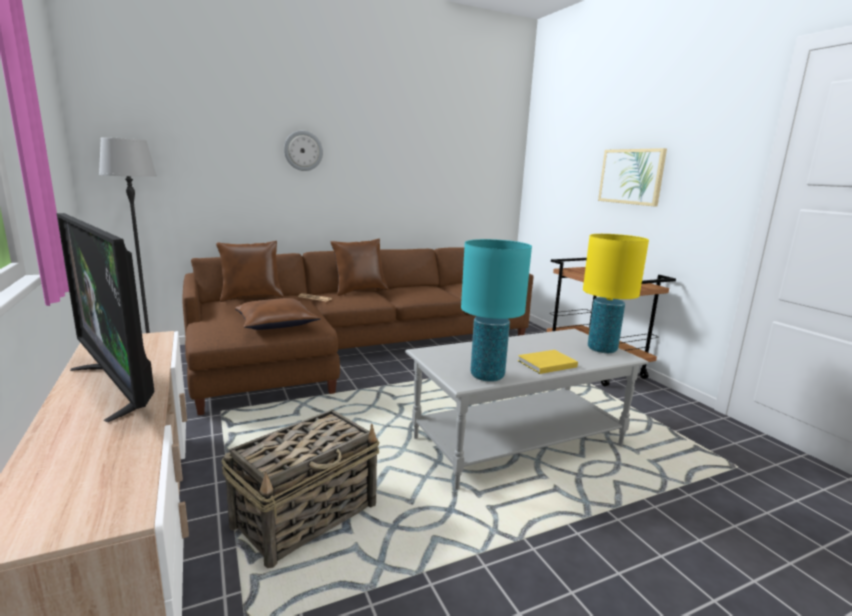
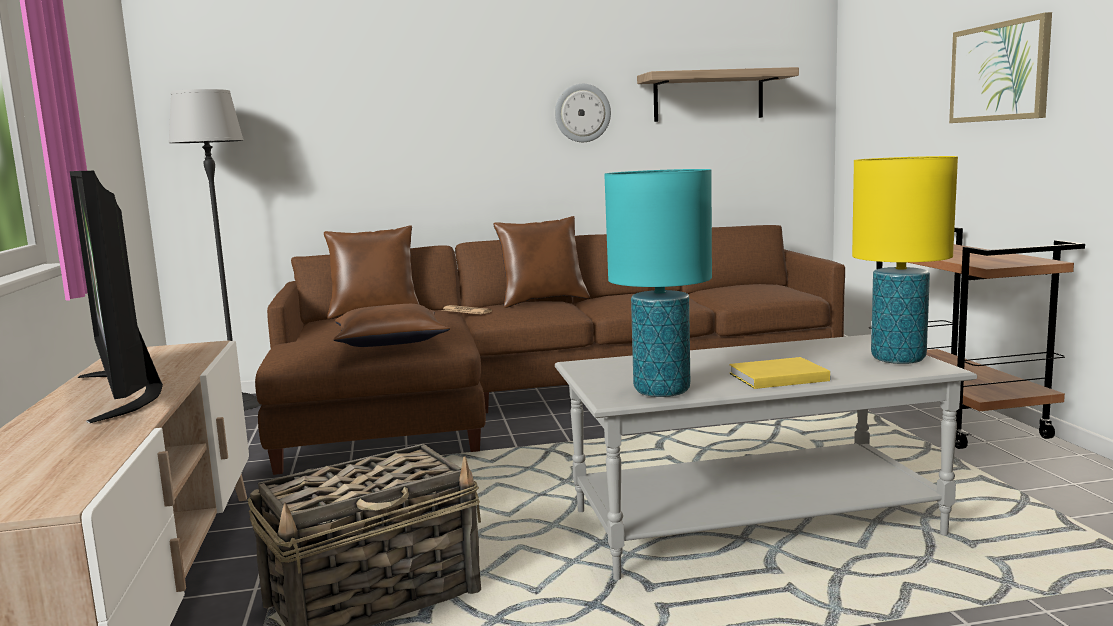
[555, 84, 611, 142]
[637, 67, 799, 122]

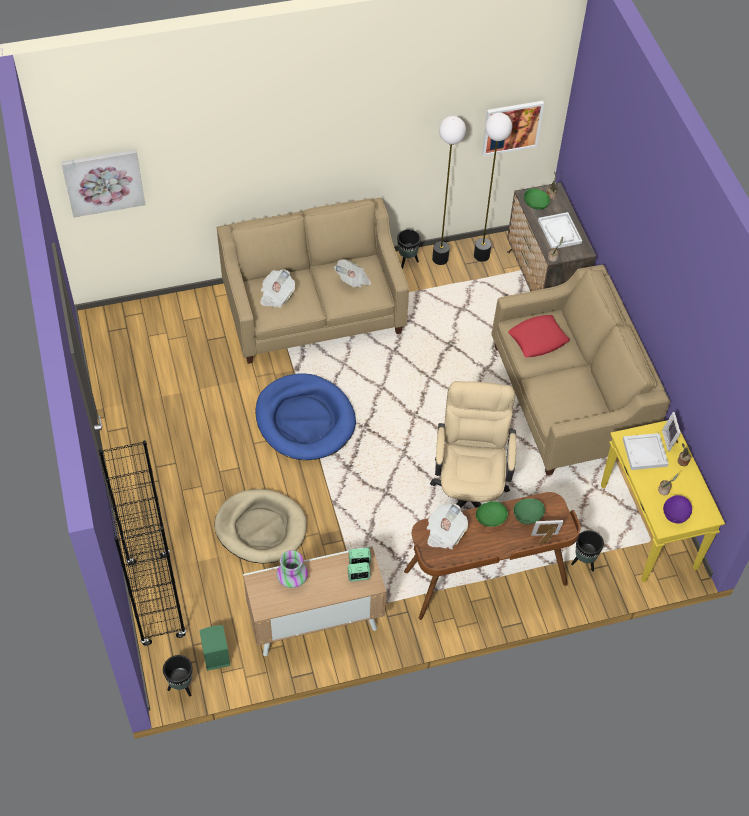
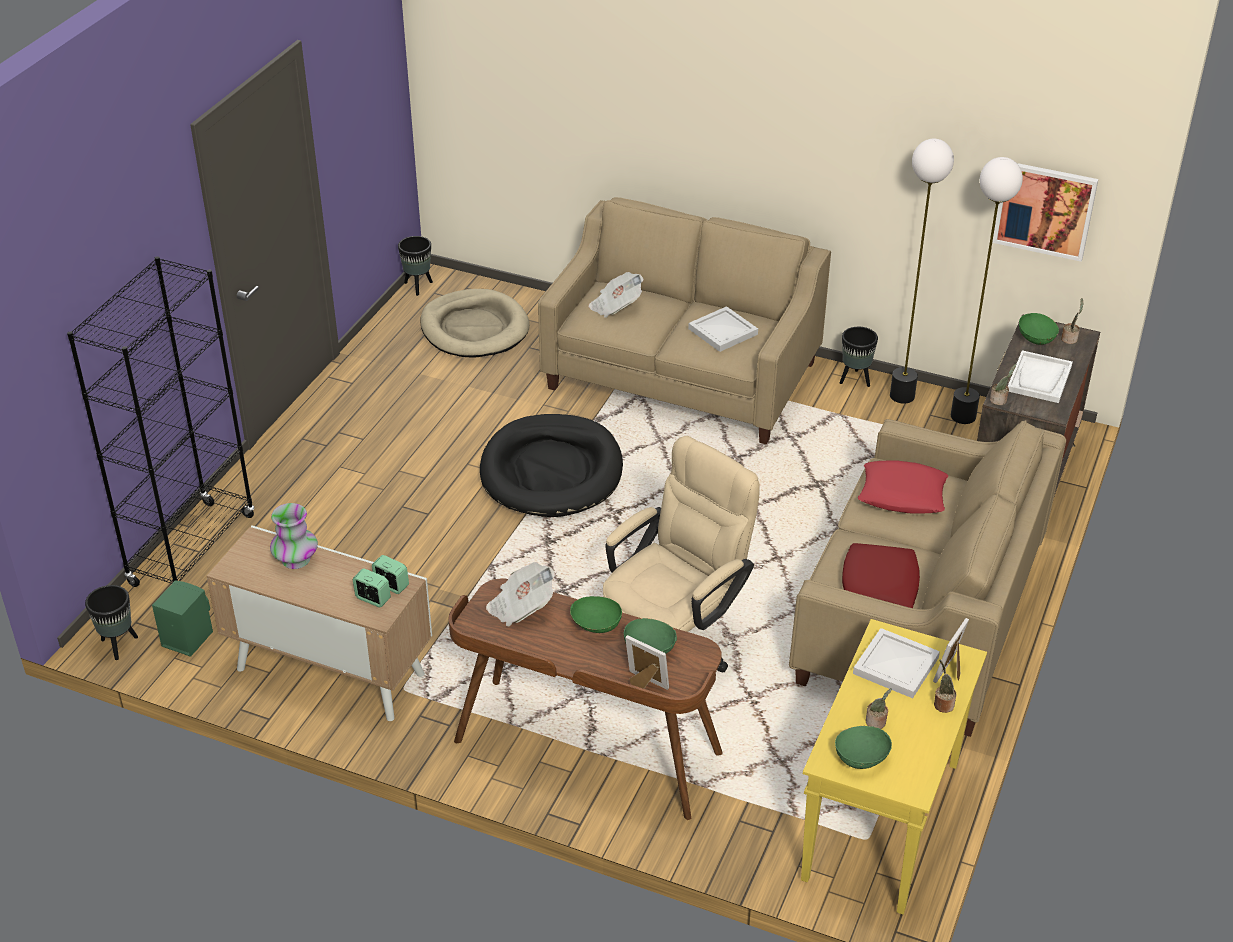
[61, 150, 146, 217] (first image)
[420, 289, 530, 358]
[480, 414, 623, 517]
[688, 306, 758, 352]
[398, 236, 433, 296]
[835, 726, 892, 769]
[842, 543, 920, 608]

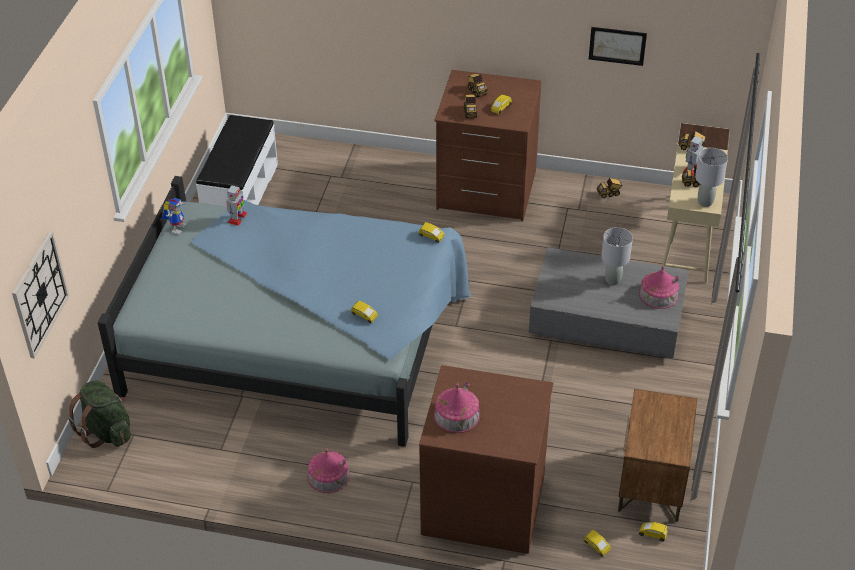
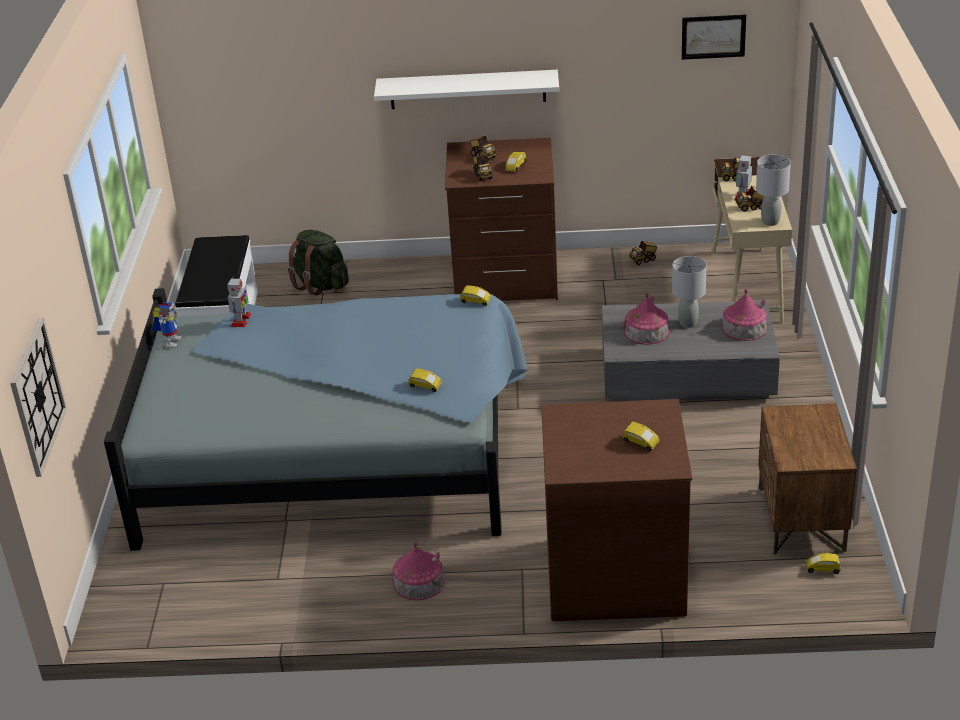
[287, 230, 349, 296]
[621, 293, 670, 345]
[622, 421, 660, 451]
[682, 14, 746, 60]
[374, 70, 559, 109]

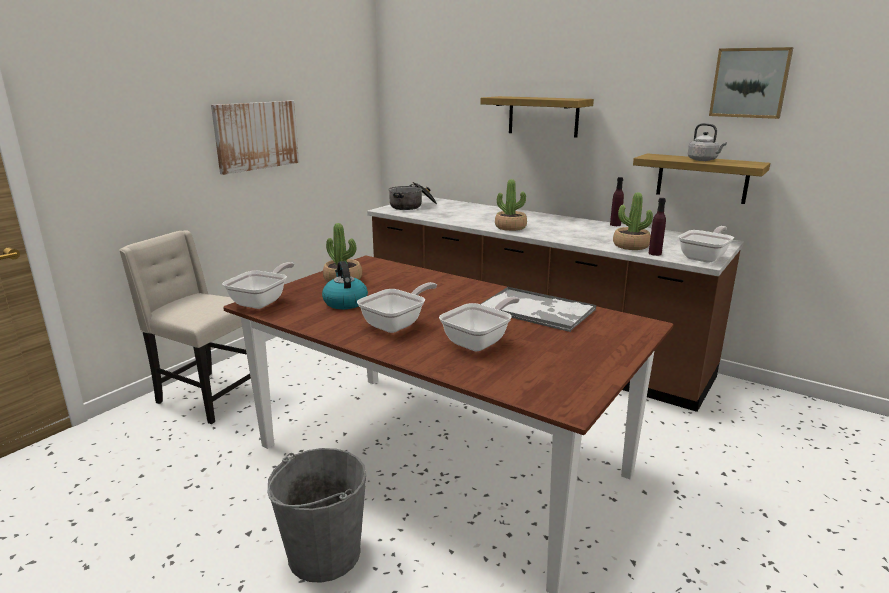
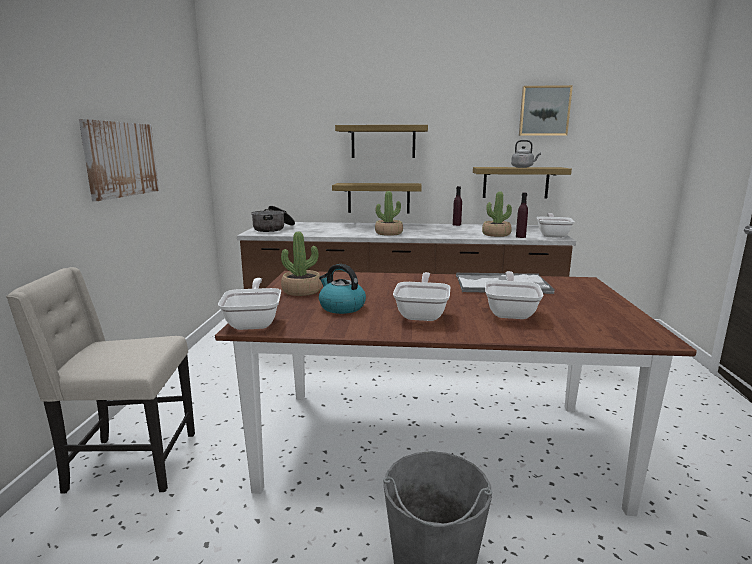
[332, 183, 422, 213]

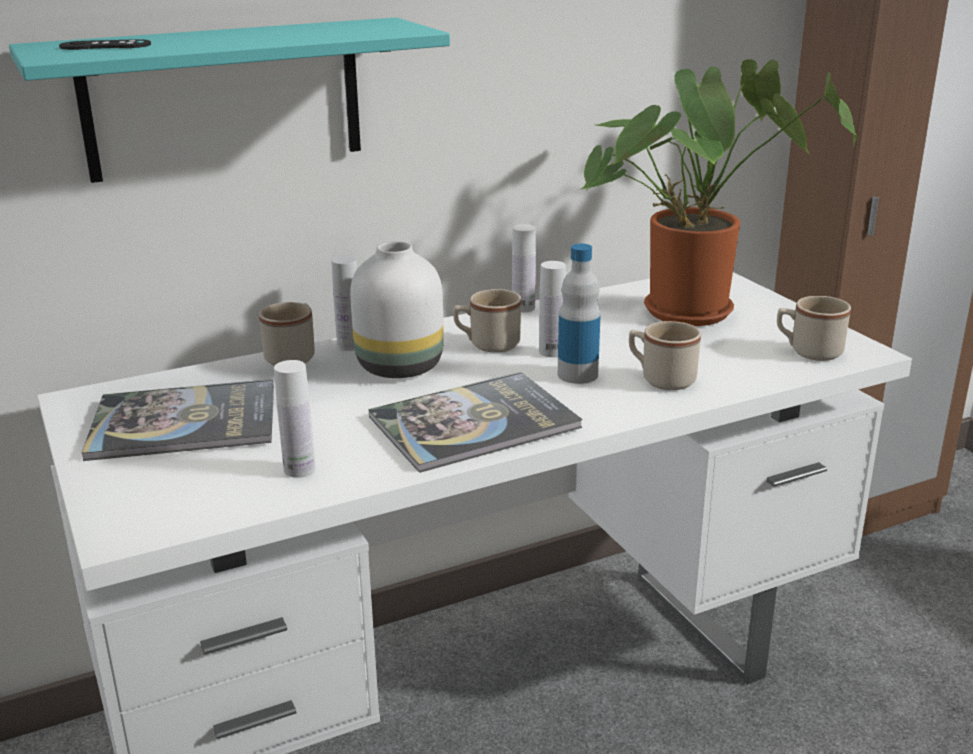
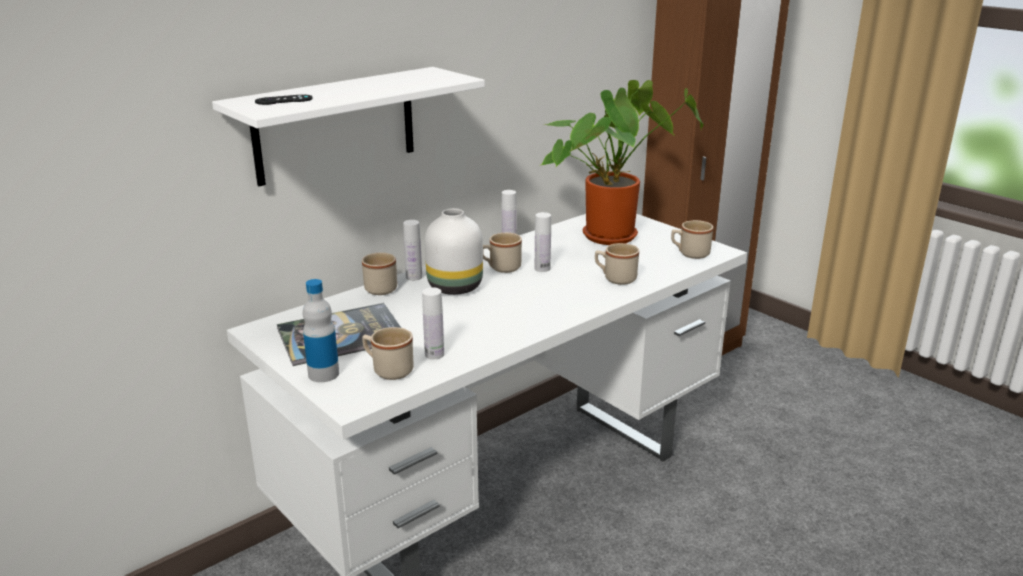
[212, 67, 485, 186]
[368, 372, 583, 473] (first image)
[303, 279, 339, 382]
[362, 327, 413, 380]

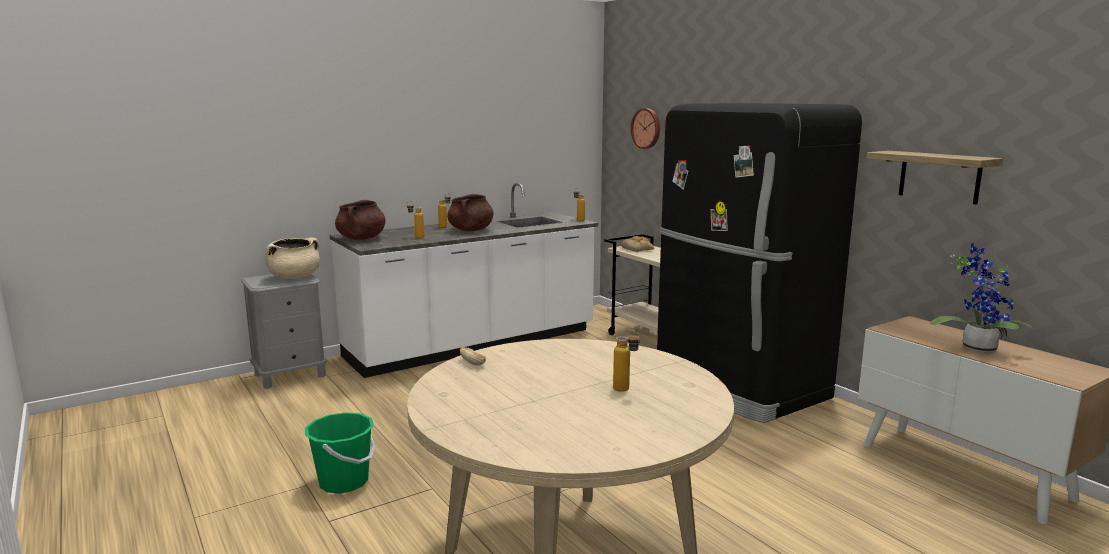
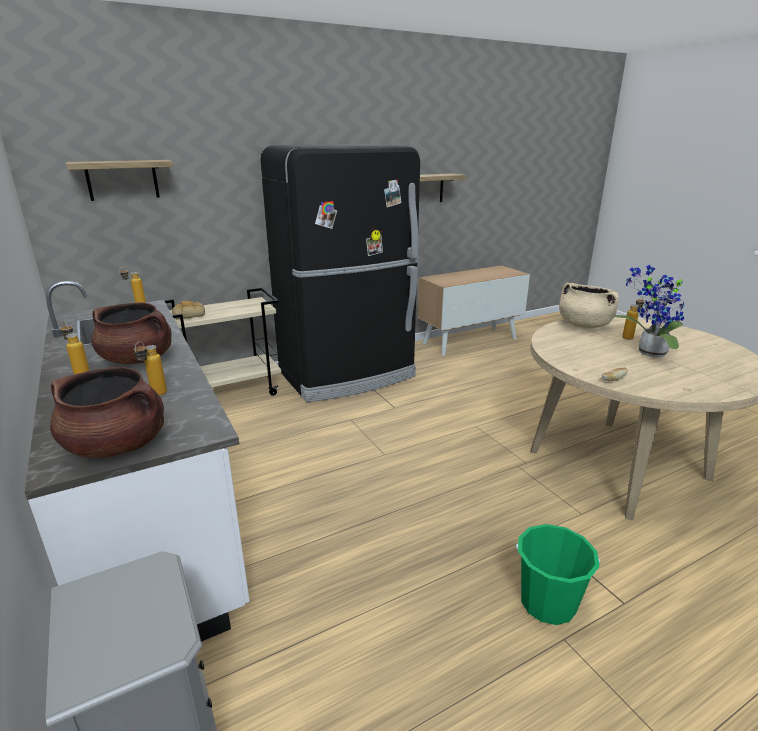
[559, 283, 619, 328]
[66, 160, 173, 201]
[613, 265, 685, 358]

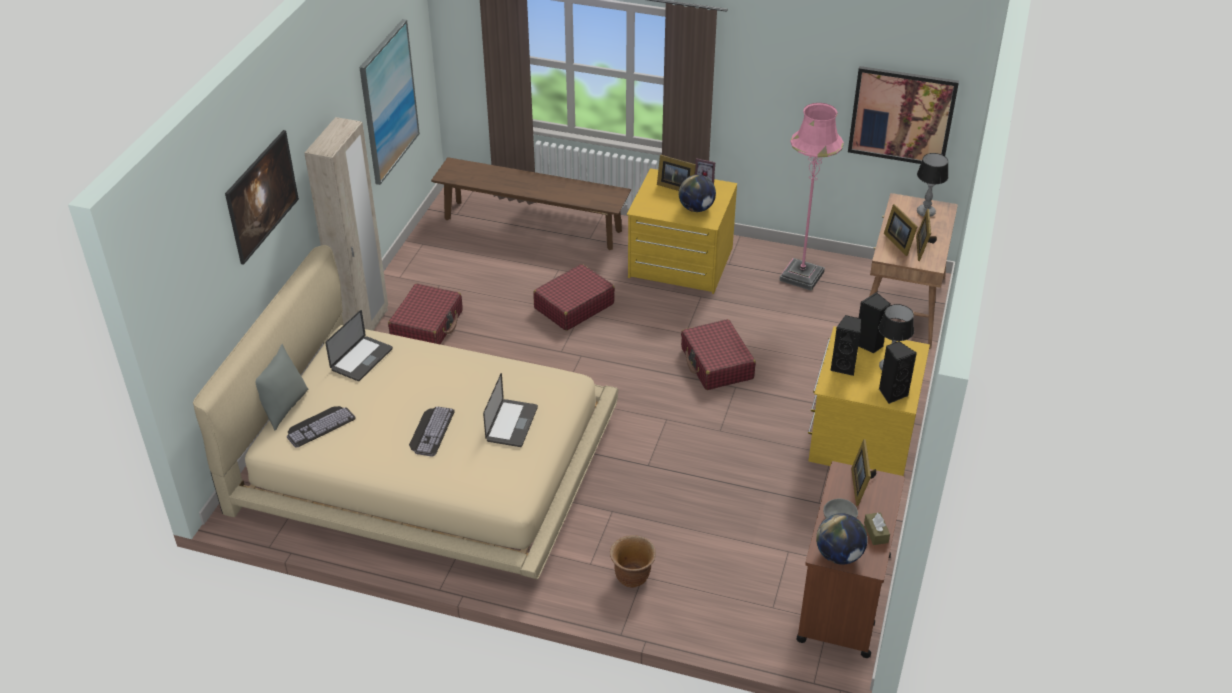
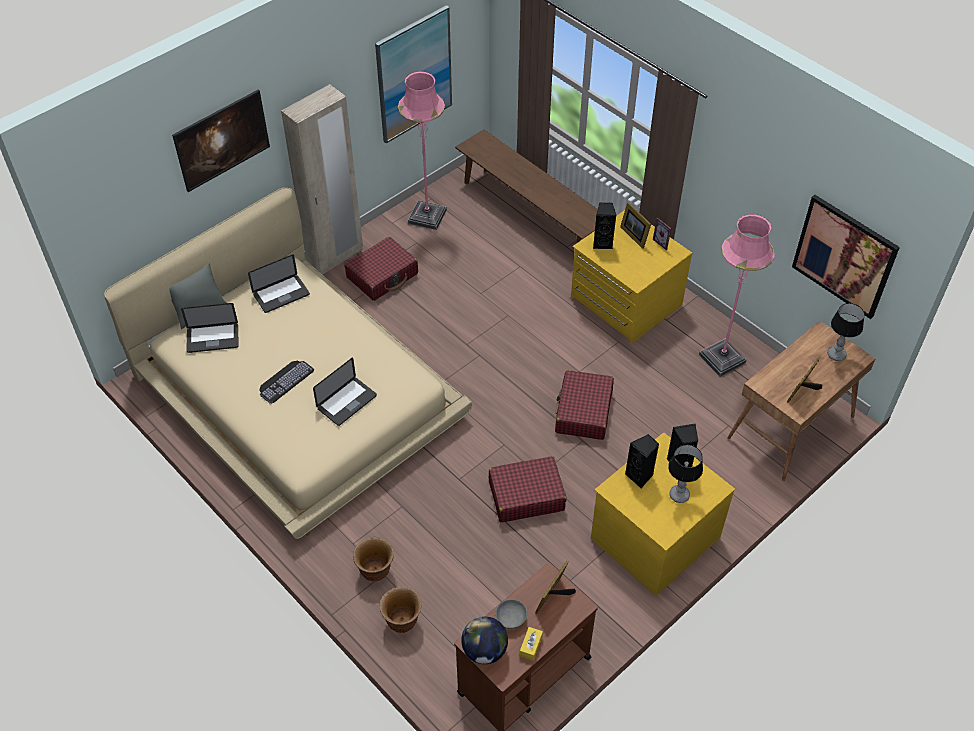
[181, 303, 238, 353]
[489, 456, 566, 522]
[679, 175, 716, 212] (first image)
[520, 627, 543, 661]
[593, 203, 617, 249]
[884, 204, 918, 256] (first image)
[380, 587, 421, 633]
[398, 71, 447, 230]

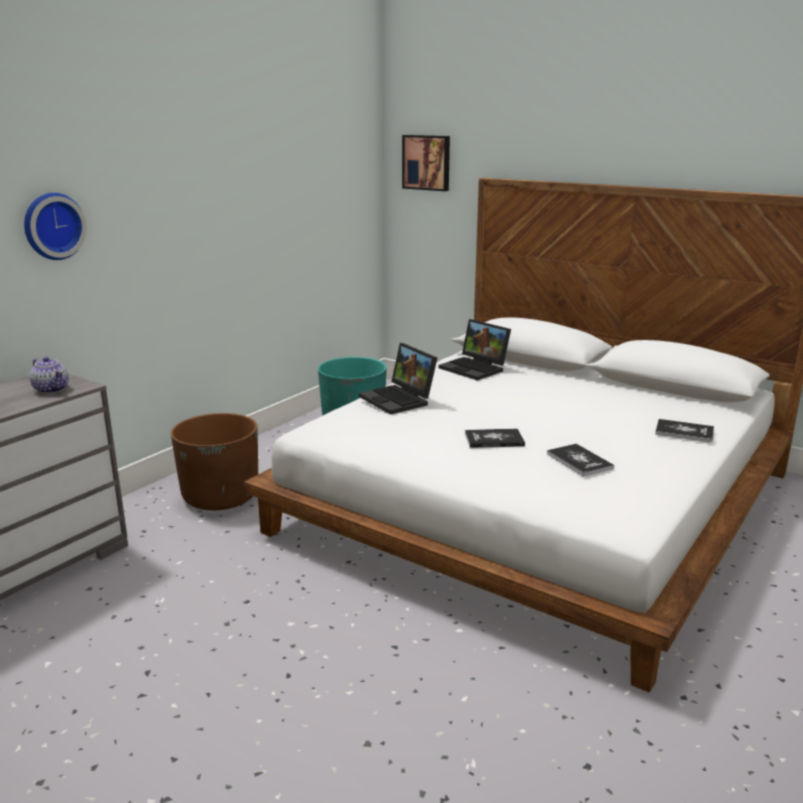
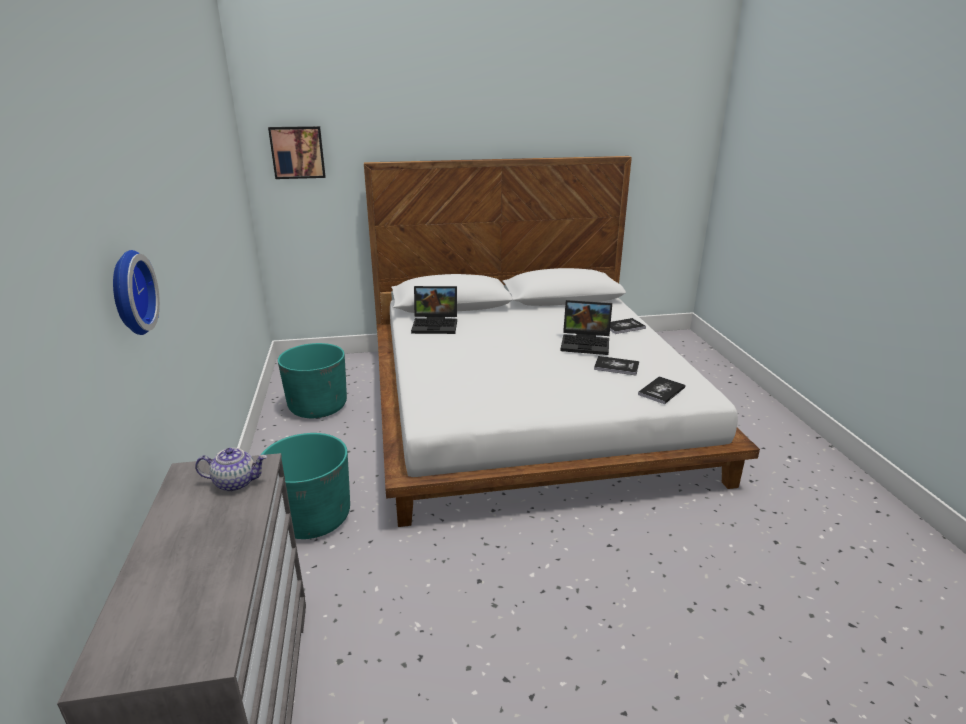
[261, 433, 350, 539]
[560, 300, 612, 355]
[638, 376, 686, 404]

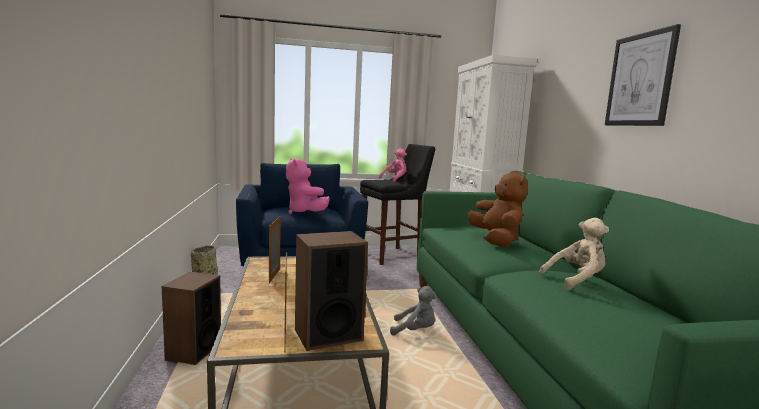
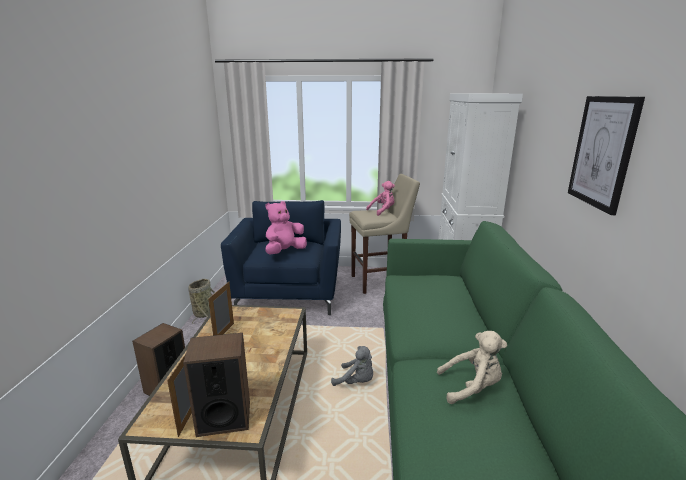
[265, 201, 307, 255]
[349, 174, 420, 294]
[468, 171, 528, 247] (first image)

